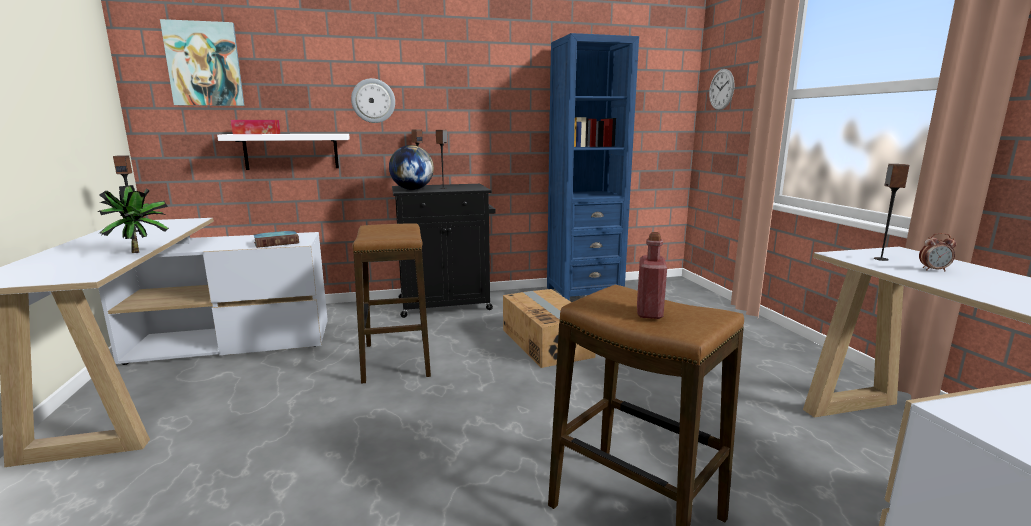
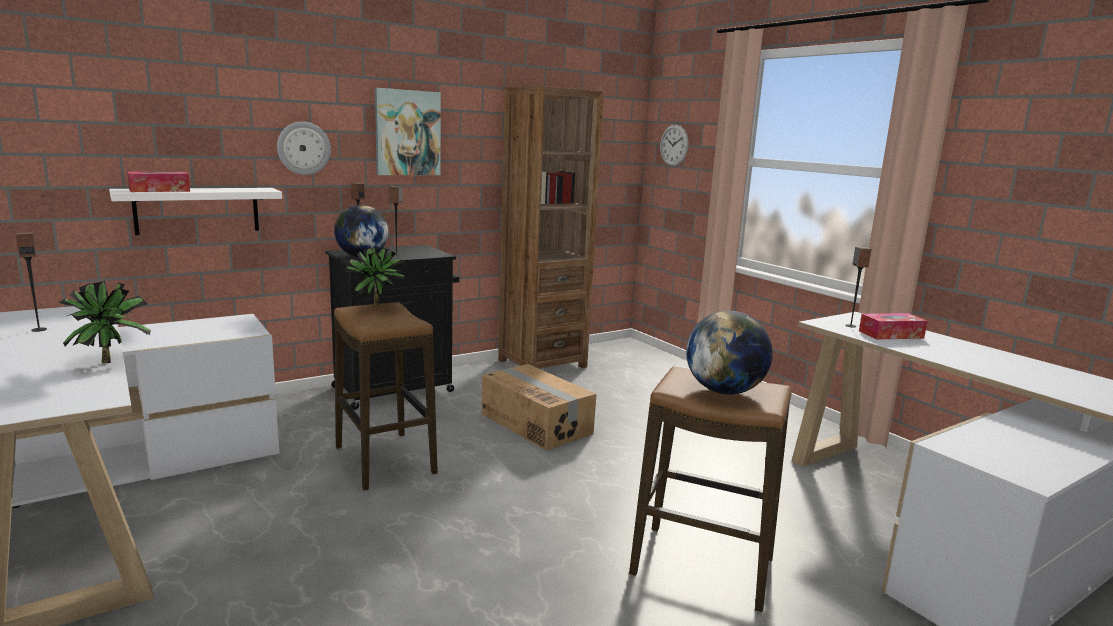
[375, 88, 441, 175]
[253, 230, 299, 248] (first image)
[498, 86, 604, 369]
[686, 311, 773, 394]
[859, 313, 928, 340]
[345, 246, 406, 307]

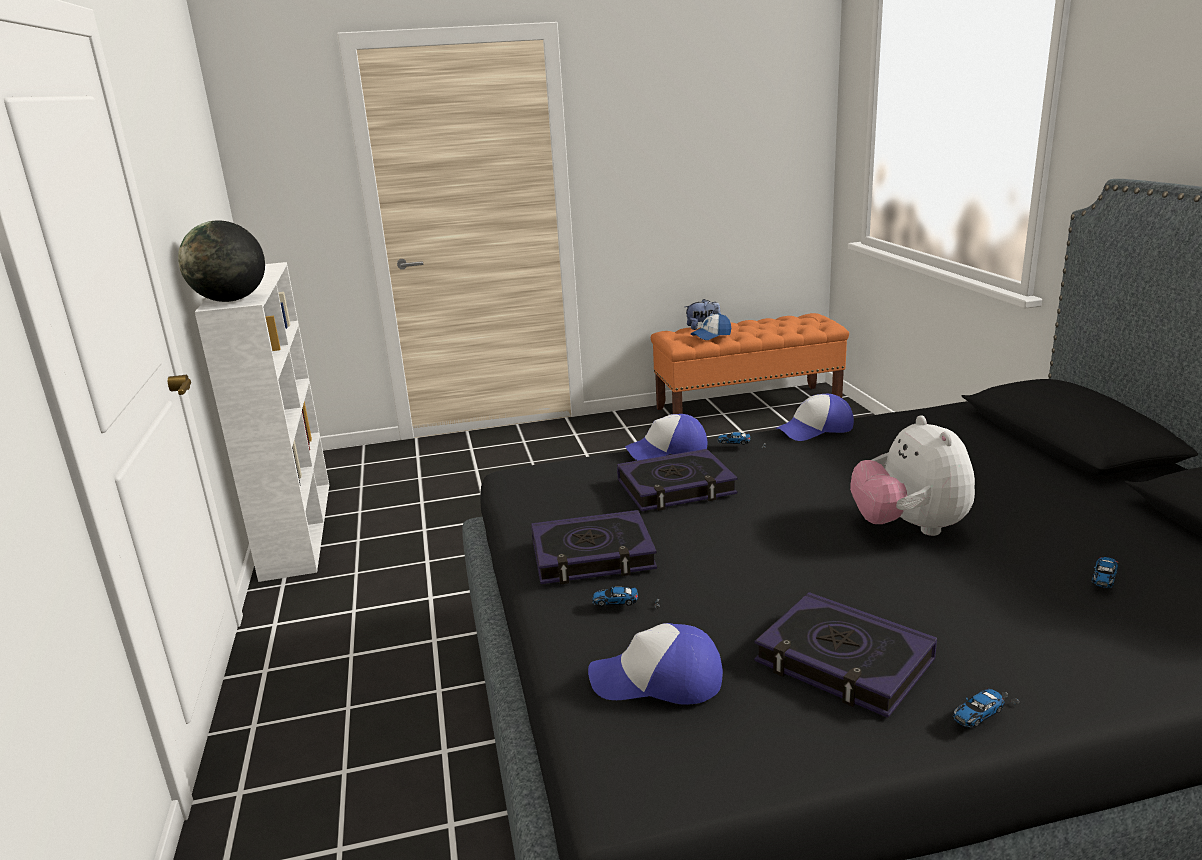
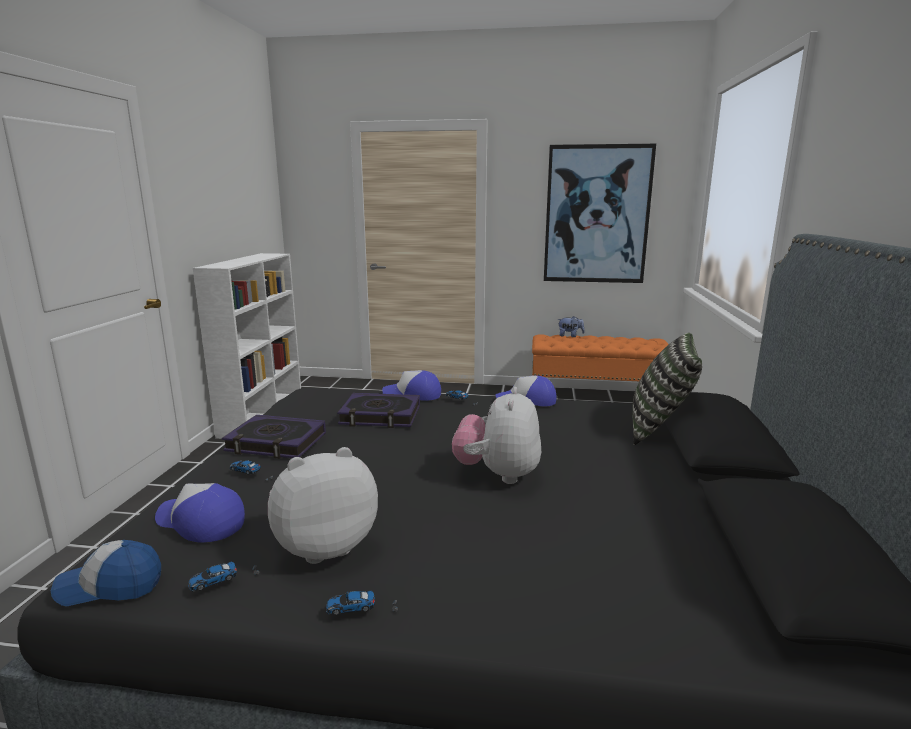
[178, 220, 265, 302] (first image)
[51, 540, 161, 606]
[268, 447, 378, 564]
[188, 562, 259, 592]
[544, 144, 656, 283]
[632, 333, 702, 445]

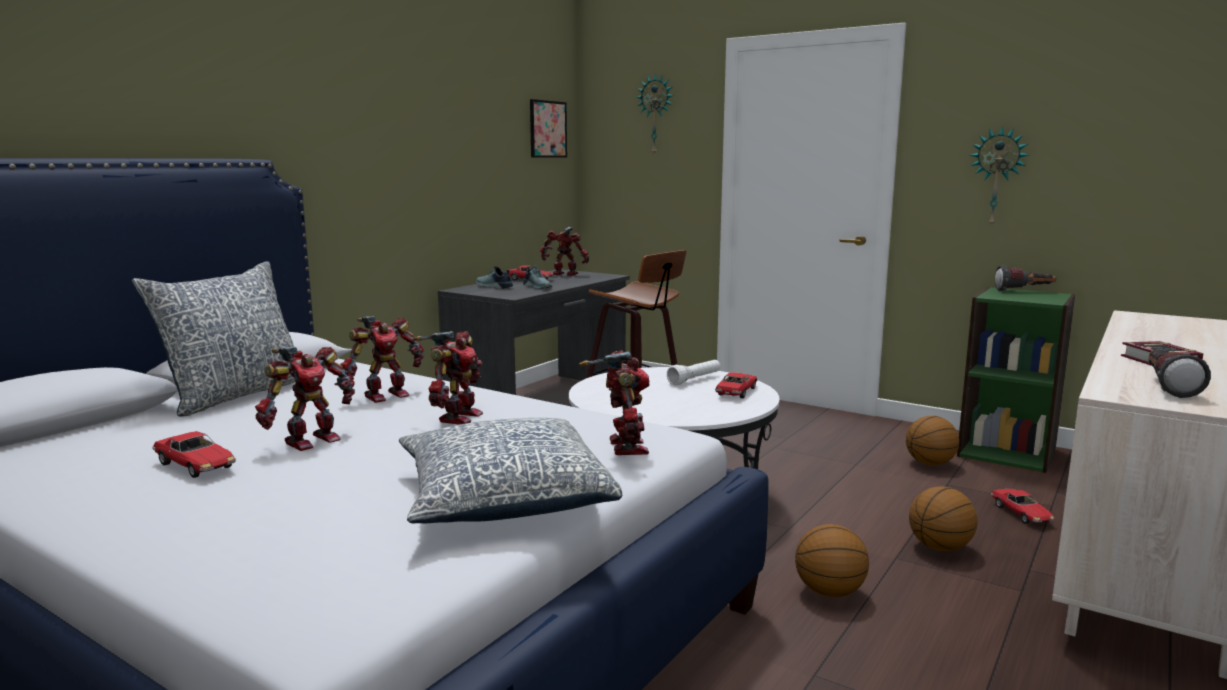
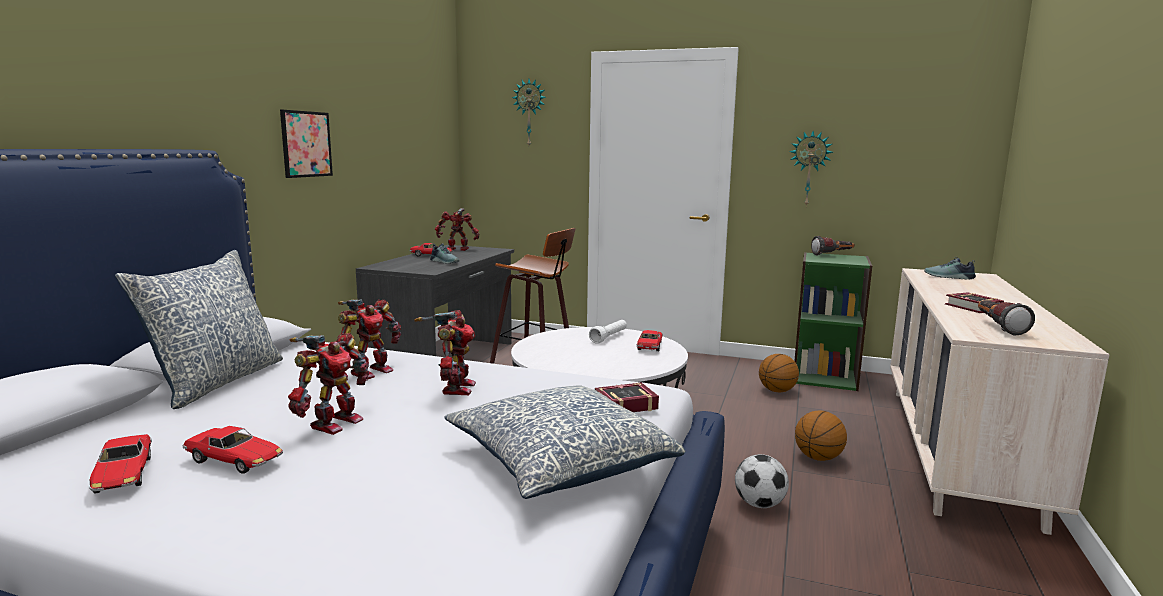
[924, 257, 976, 280]
[280, 110, 333, 178]
[595, 383, 659, 412]
[735, 454, 789, 508]
[90, 434, 152, 494]

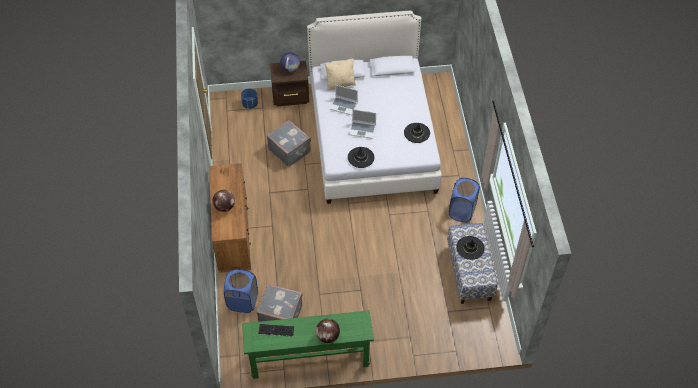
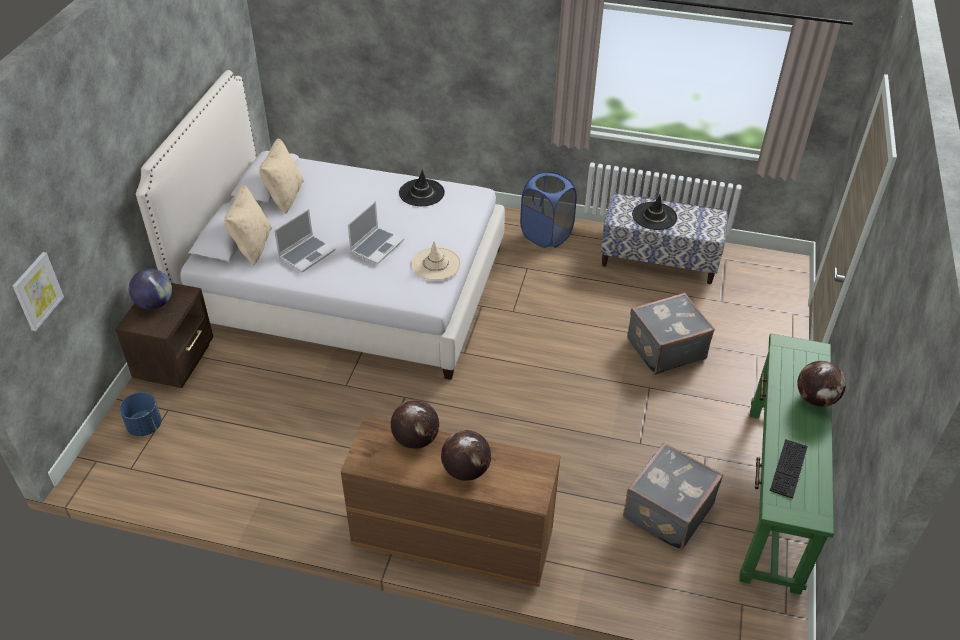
[224, 269, 258, 313] (first image)
[627, 293, 715, 375]
[411, 241, 461, 280]
[13, 252, 64, 331]
[259, 139, 304, 214]
[391, 400, 439, 449]

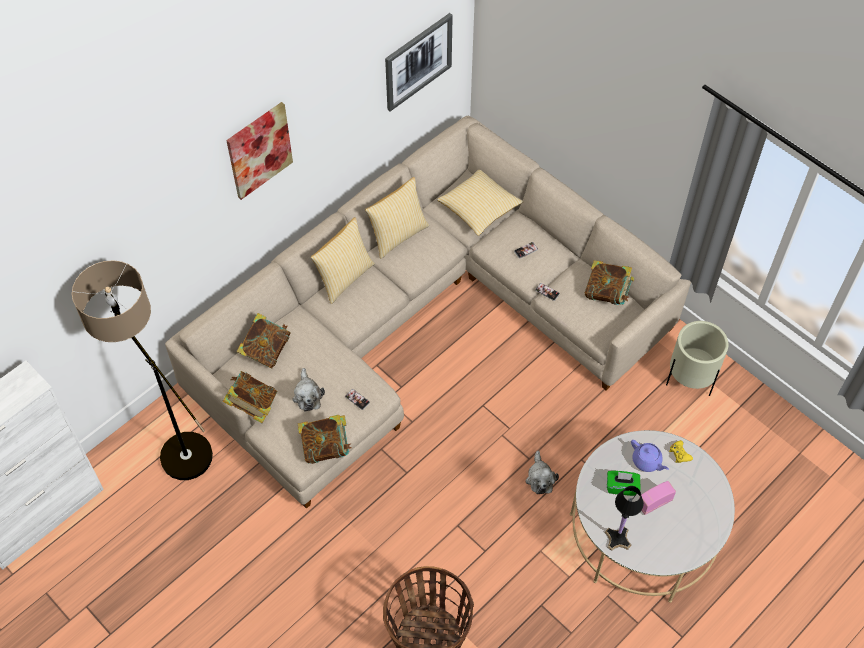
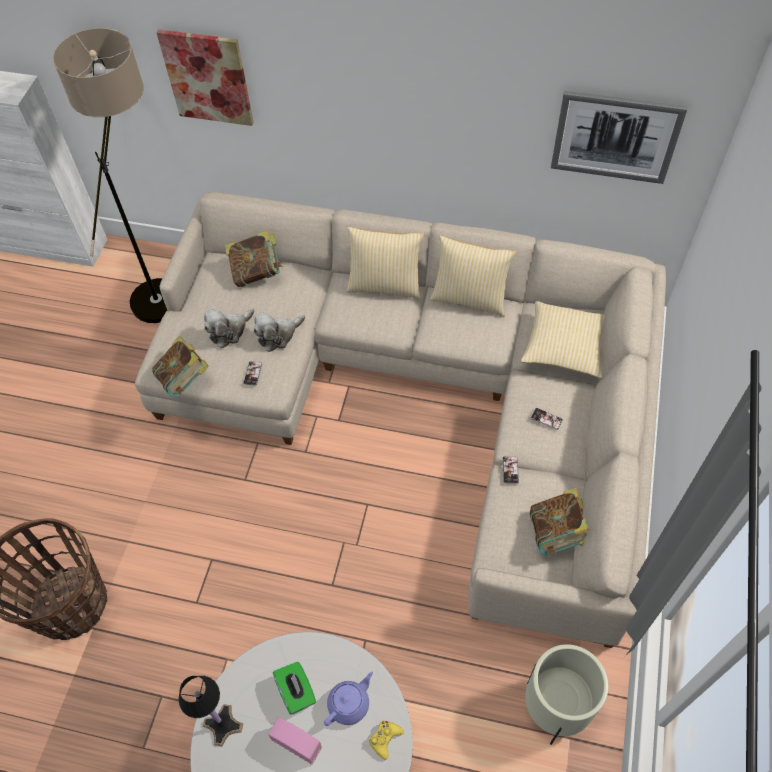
[223, 371, 277, 423] (first image)
[157, 29, 254, 126]
[253, 312, 305, 352]
[324, 672, 373, 726]

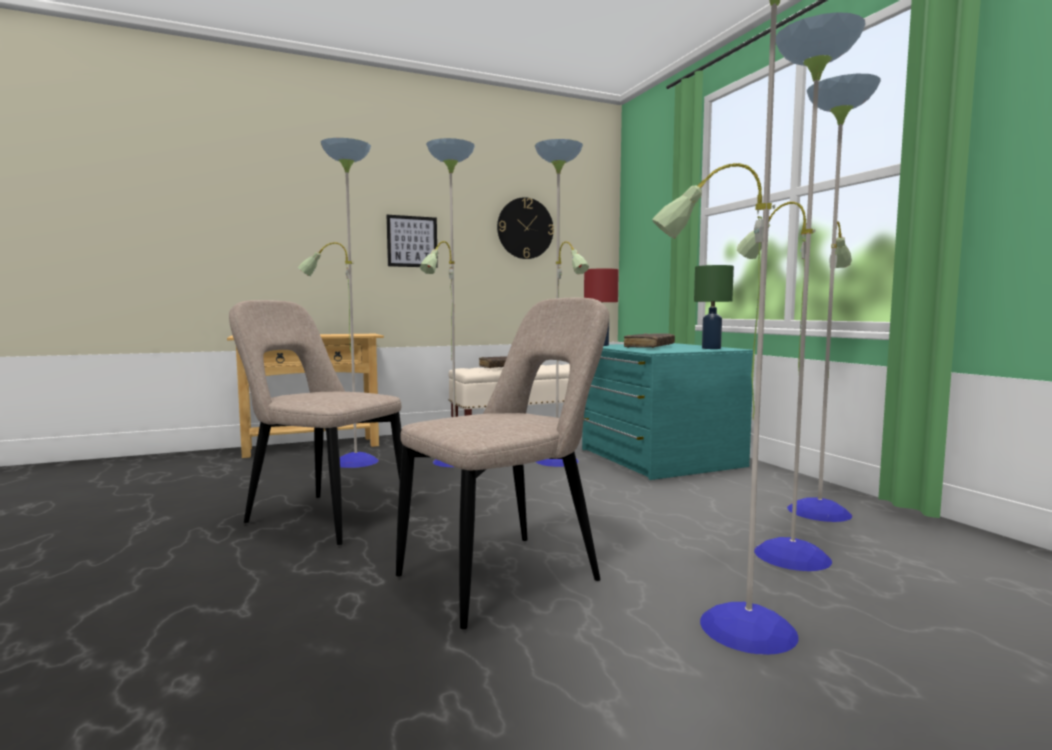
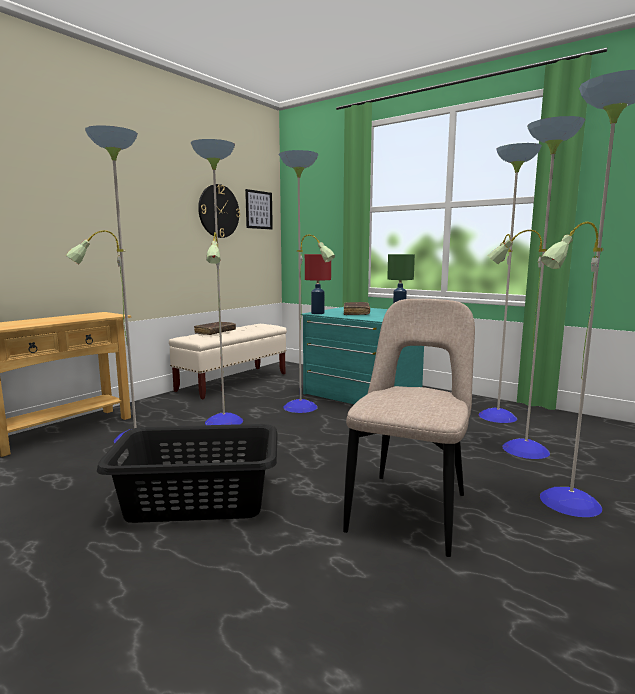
[97, 424, 278, 523]
[245, 189, 273, 229]

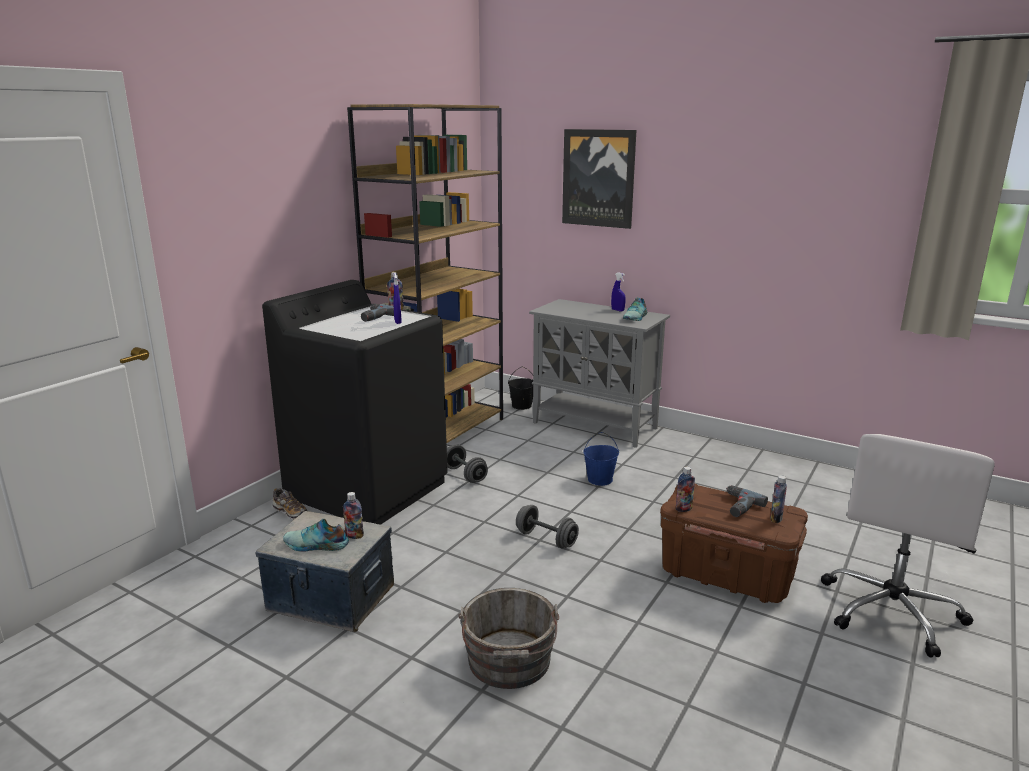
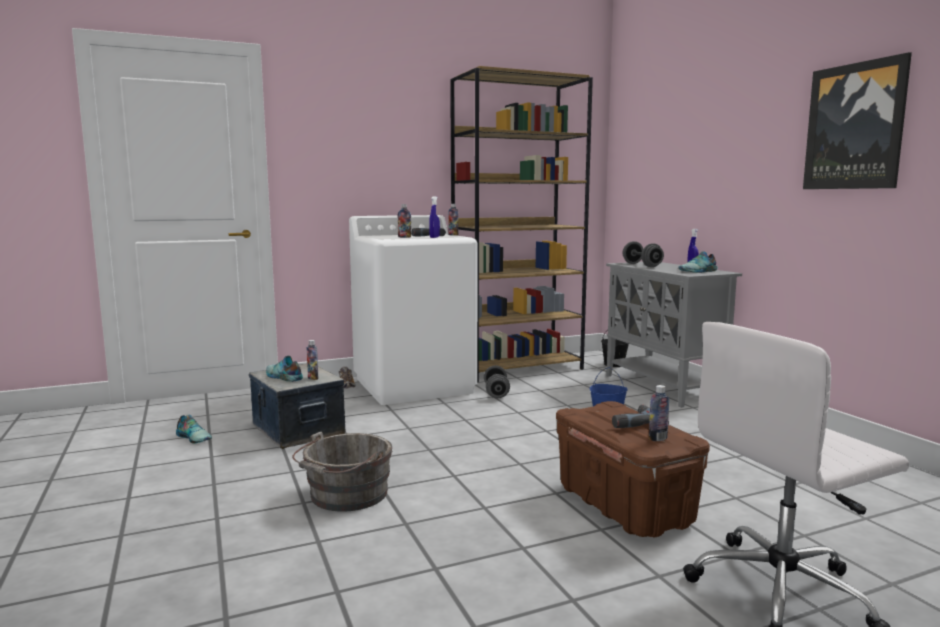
[349, 215, 477, 405]
[622, 241, 664, 267]
[803, 52, 912, 189]
[397, 204, 411, 238]
[176, 415, 212, 444]

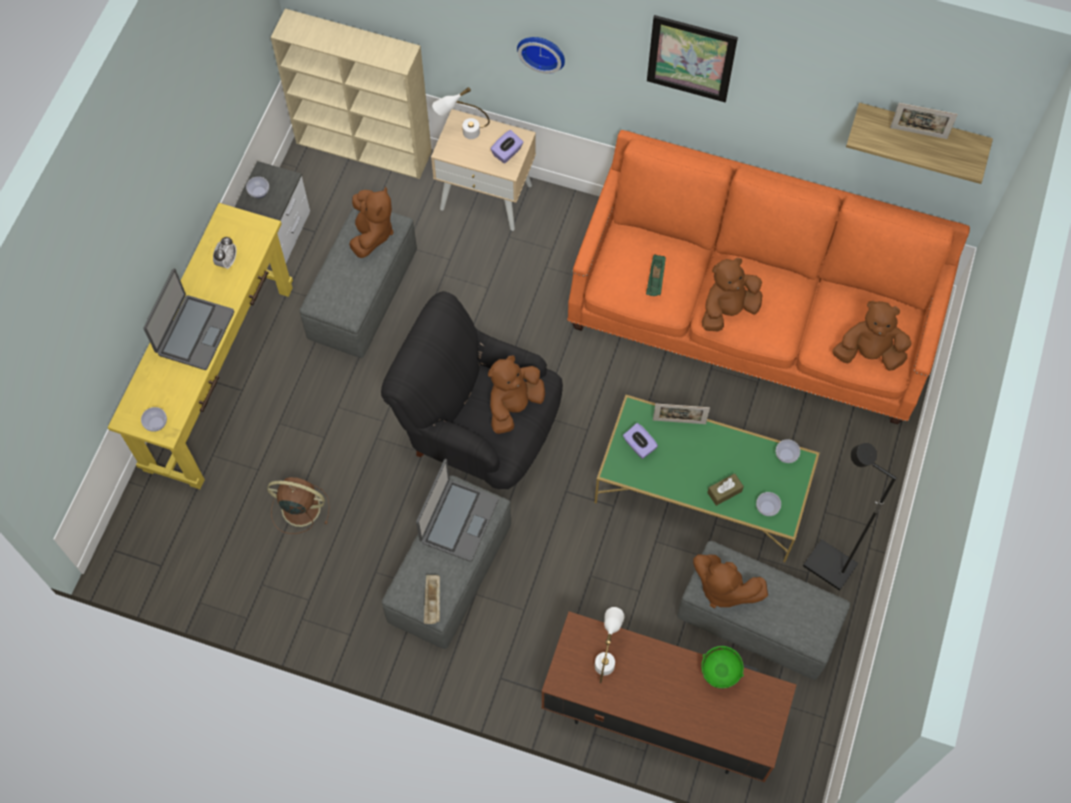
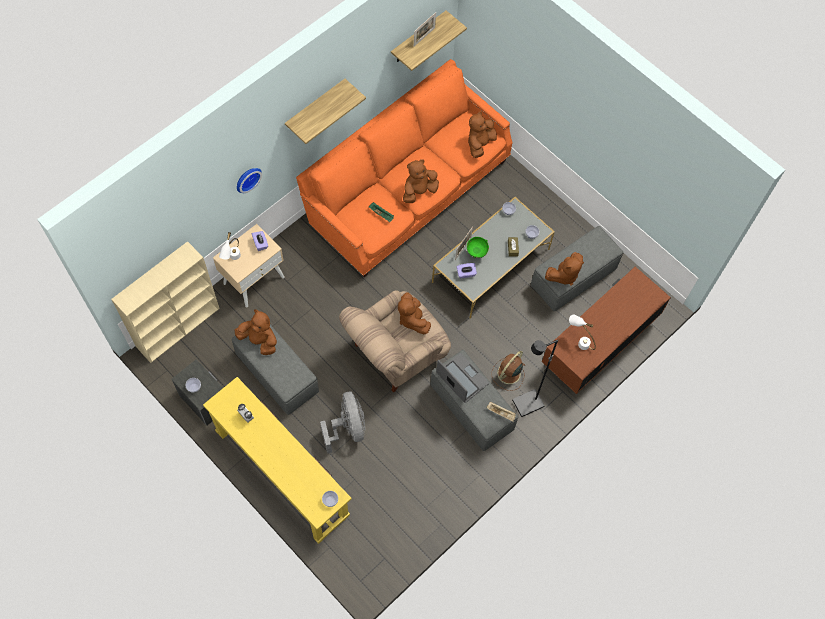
[143, 268, 234, 370] (first image)
[492, 351, 525, 391]
[339, 291, 451, 392]
[432, 197, 555, 319]
[285, 79, 366, 144]
[467, 237, 489, 258]
[403, 159, 439, 203]
[512, 340, 558, 417]
[320, 392, 365, 454]

